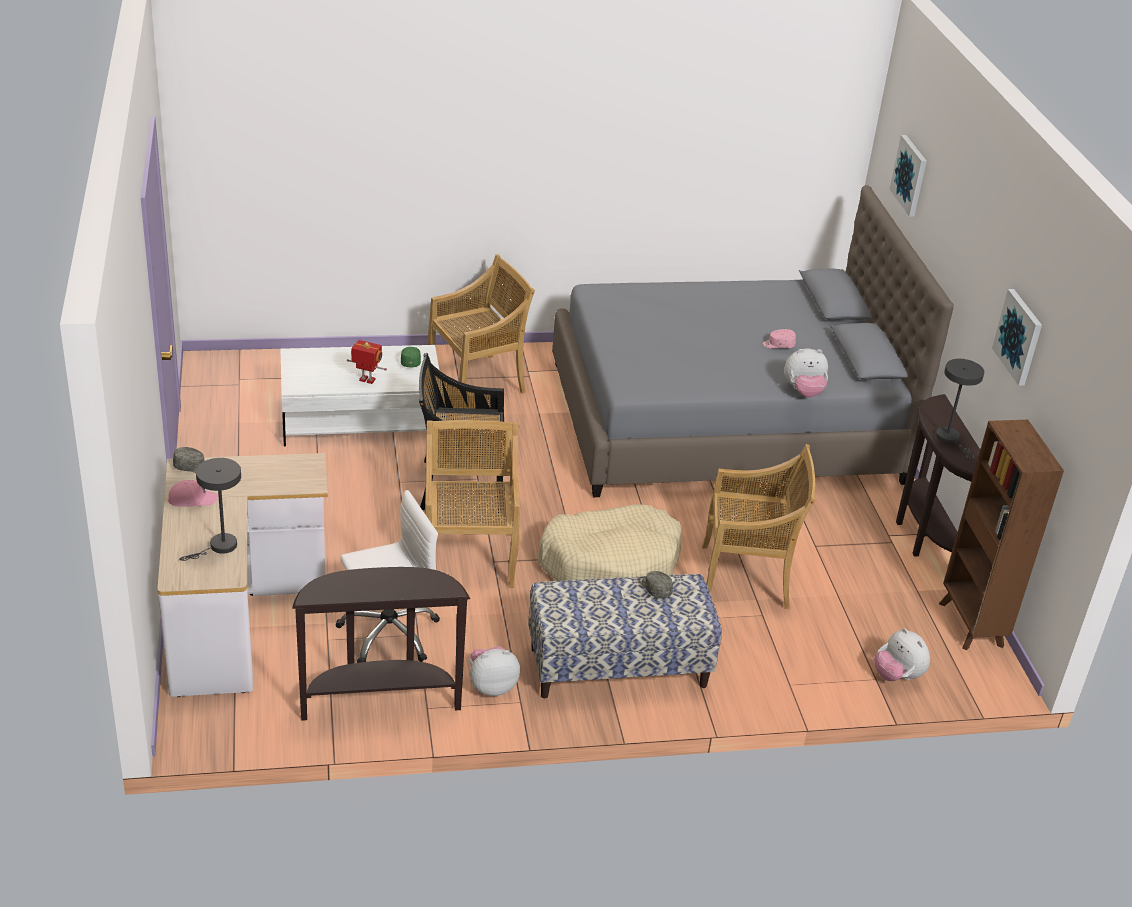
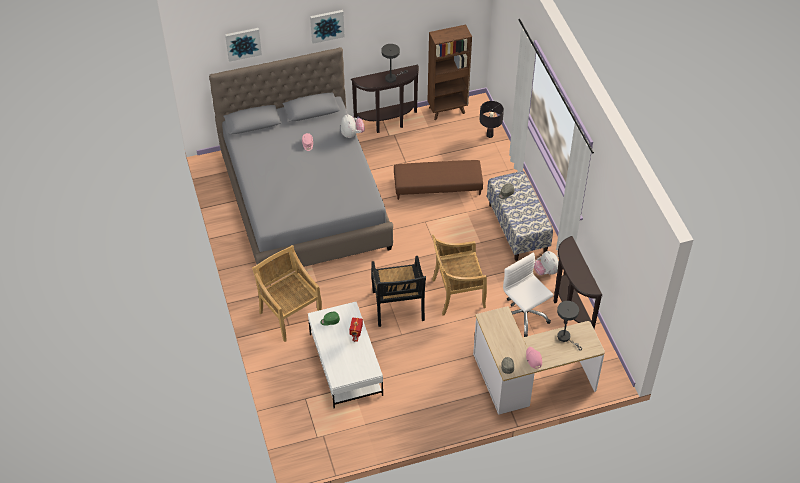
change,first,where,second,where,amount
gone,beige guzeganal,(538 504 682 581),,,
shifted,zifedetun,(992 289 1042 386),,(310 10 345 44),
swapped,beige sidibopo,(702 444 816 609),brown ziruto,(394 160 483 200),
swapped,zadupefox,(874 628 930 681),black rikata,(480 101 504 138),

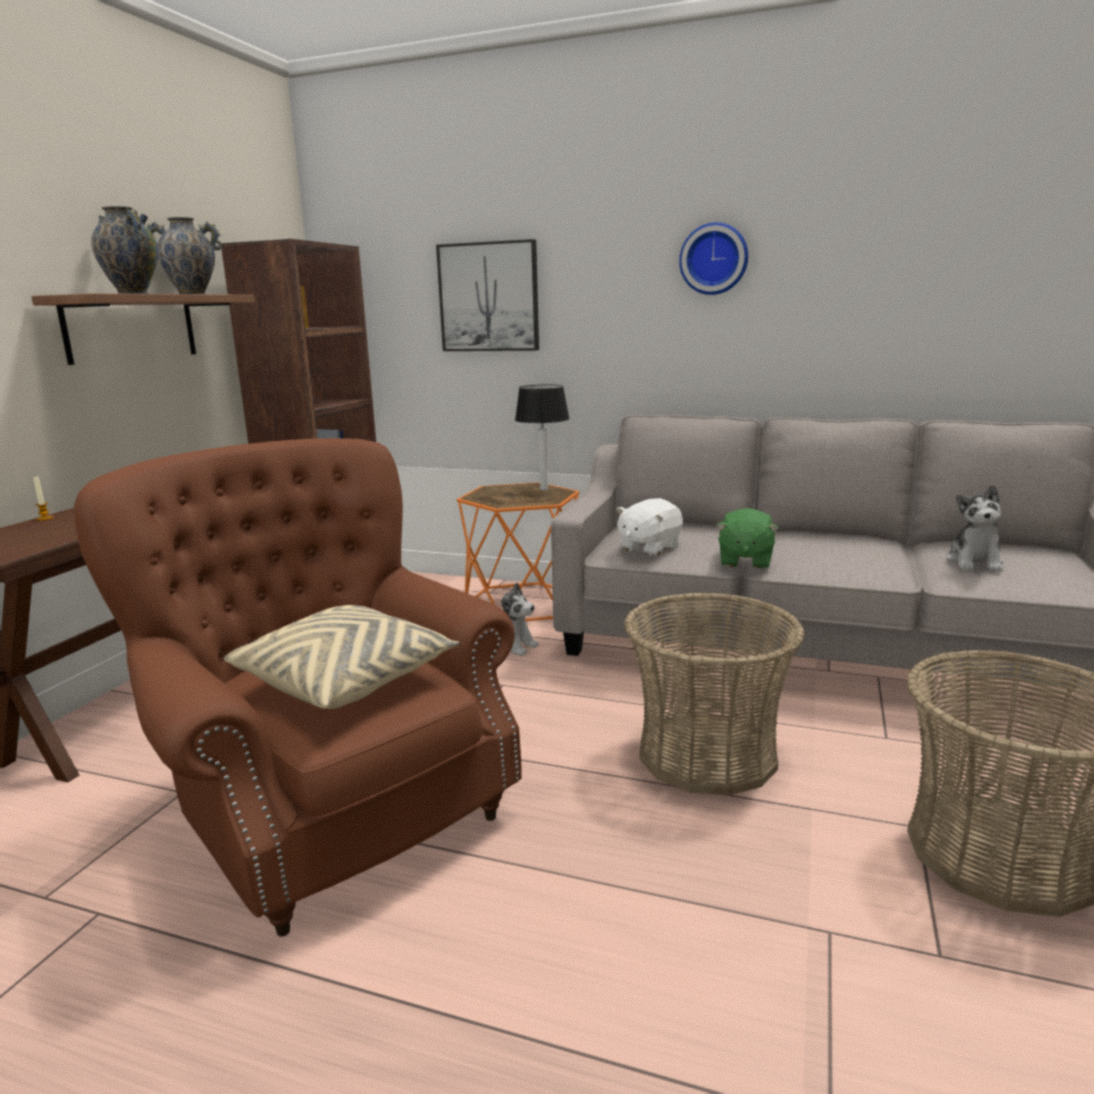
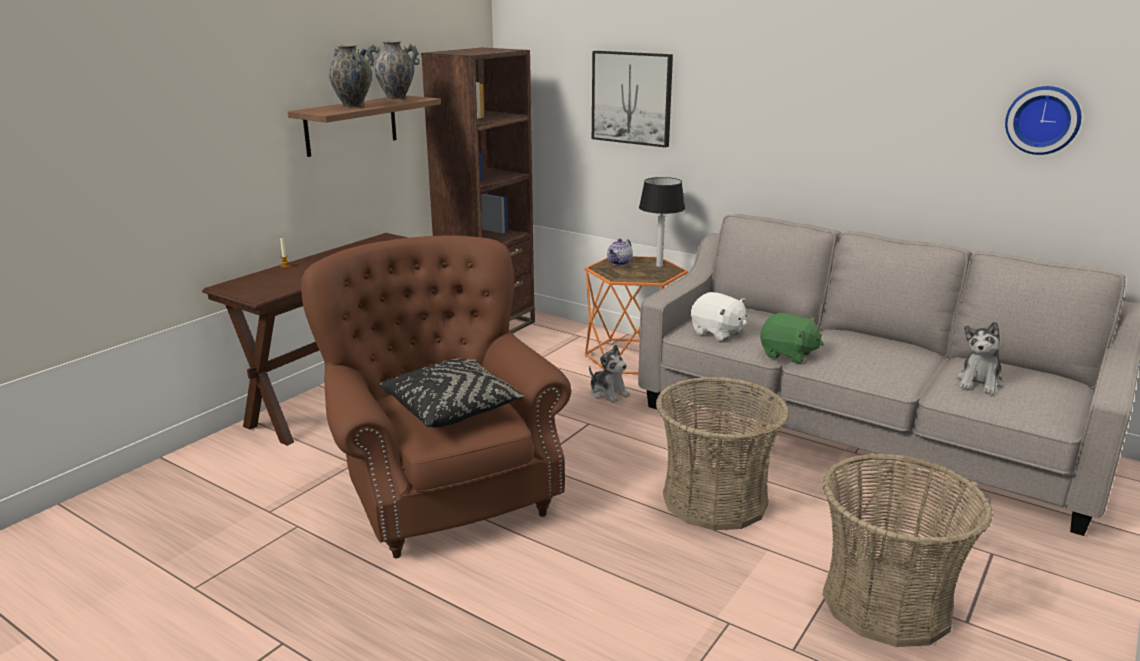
change,first,where,second,where,amount
new,,,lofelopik,(607 239 633 266),
shifted,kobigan,(679 222 748 295),,(1005 86 1081 155),
repainted,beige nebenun,(224 605 459 709),black nebenun,(380 359 525 428),
rotated,white zadupefox,(616 498 683 556),,(691 292 747 341),105 degrees counterclockwise
rotated,green zadupefox,(716 508 779 569),,(760 313 824 363),90 degrees counterclockwise

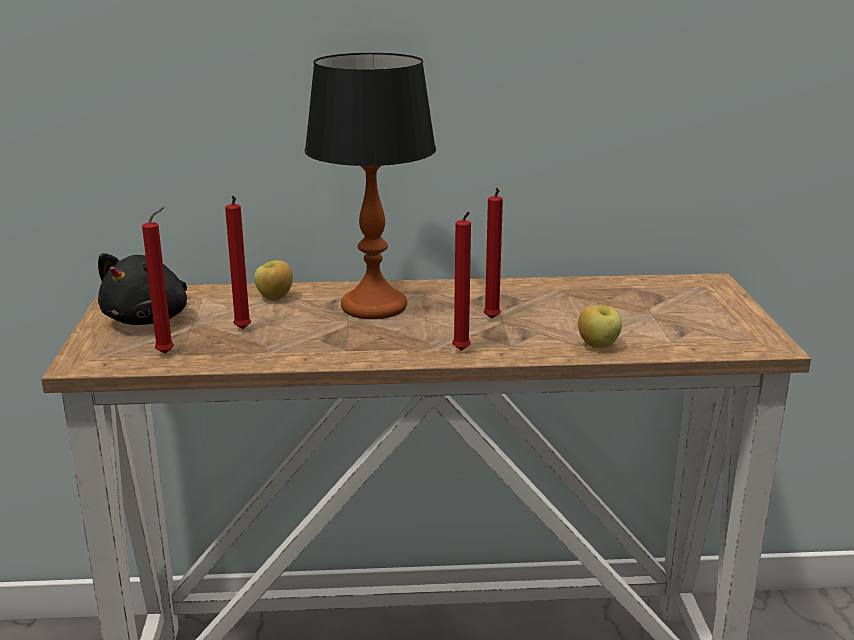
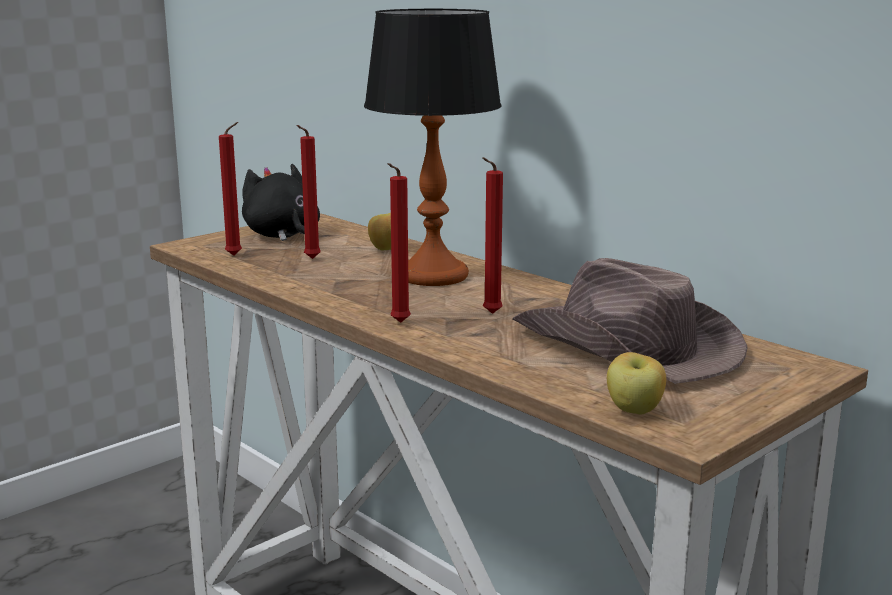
change,first,where,second,where,amount
new,,,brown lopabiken,(512 258 748 384),
shifted,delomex,(578 305 622 348),,(607 352 666 415),
rotated,black zadupefox,(98 253 187 325),,(242 164 320 241),75 degrees clockwise

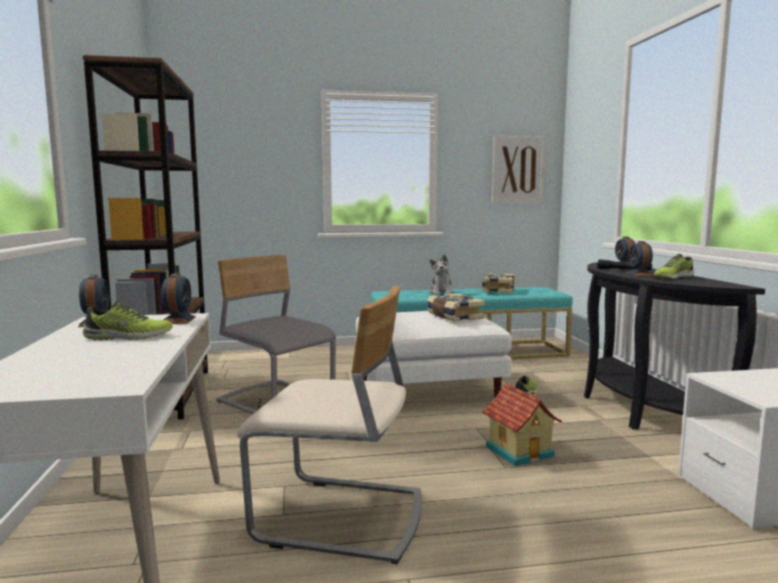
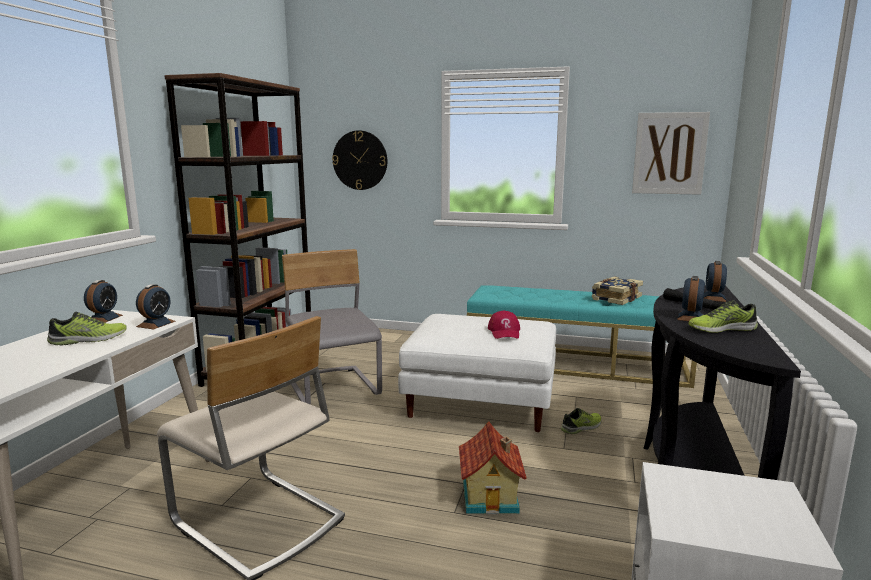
change,first,where,second,where,amount
gone,zadupefox,(429 254 454 295),,,
new,,,kobigan,(332 130 387 190),
swapped,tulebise,(427 293 485 322),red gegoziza,(488 311 520 339),
rotated,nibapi,(83 301 173 340),,(47 312 127 345),45 degrees counterclockwise

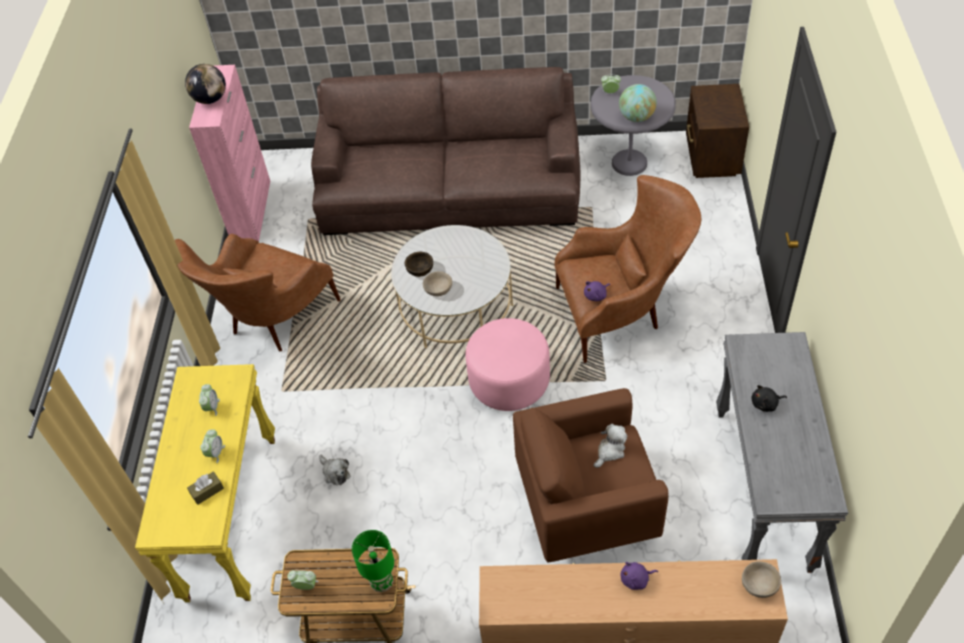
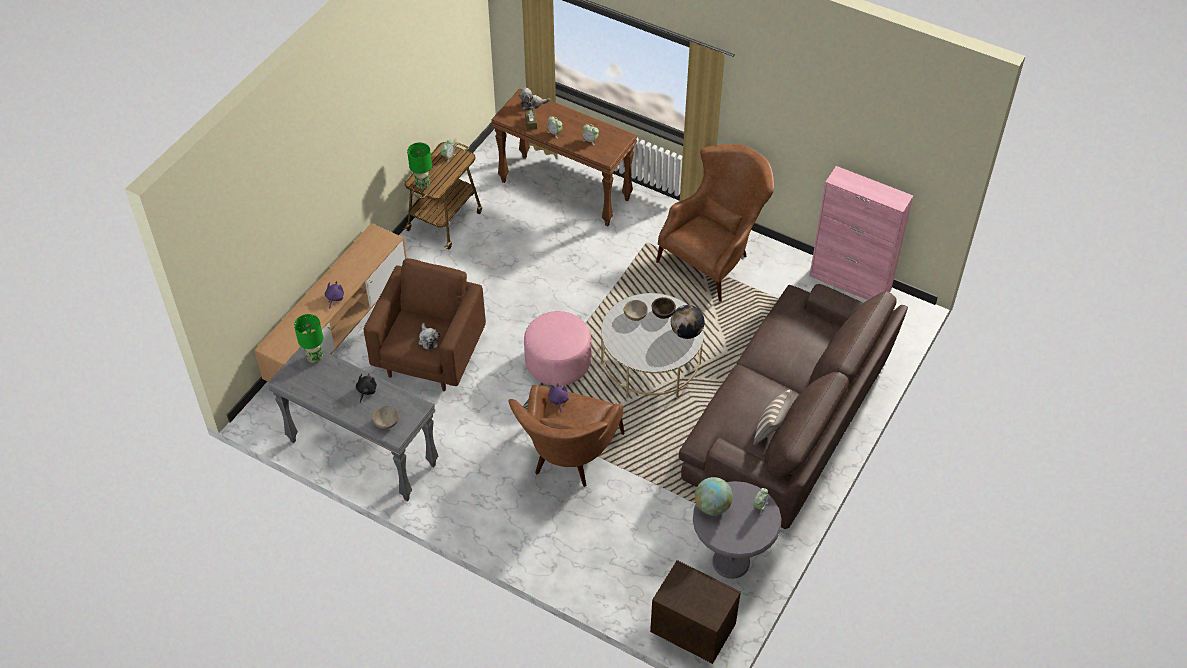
change,first,where,second,where,amount
new,,,green rikata,(294 314 323 363),
new,,,nebenun,(753 389 792 445),
shifted,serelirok,(185 64 226 104),,(671 305 705 339),
shifted,zadupefox,(319 455 350 485),,(519 88 550 111),
shifted,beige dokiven,(742 561 781 598),,(372 405 399 429),
repainted,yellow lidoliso,(135 364 275 602),brown lidoliso,(491 88 637 227),
rotated,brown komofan,(175 234 341 352),,(656 144 774 302),75 degrees clockwise

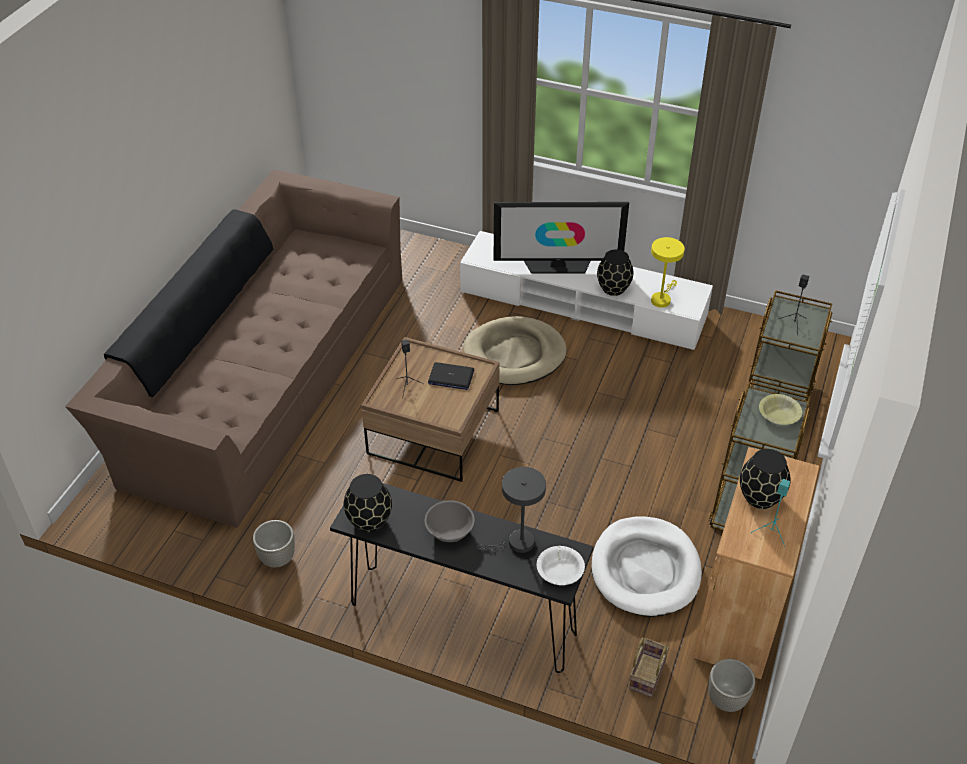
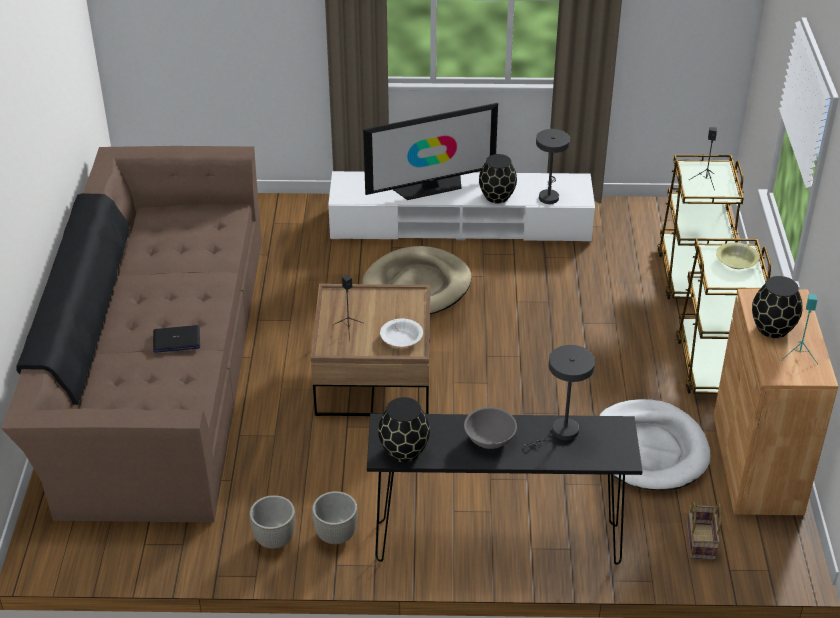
change,first,where,second,where,amount
shifted,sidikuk,(428 362 474 390),,(153 325 200 353),
shifted,white dokiven,(537 546 585 585),,(380 319 423 347),
shifted,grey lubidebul,(708 659 755 712),,(312 491 358 544),
repainted,yellow rikata,(651 237 685 308),grey rikata,(536 129 570 204),

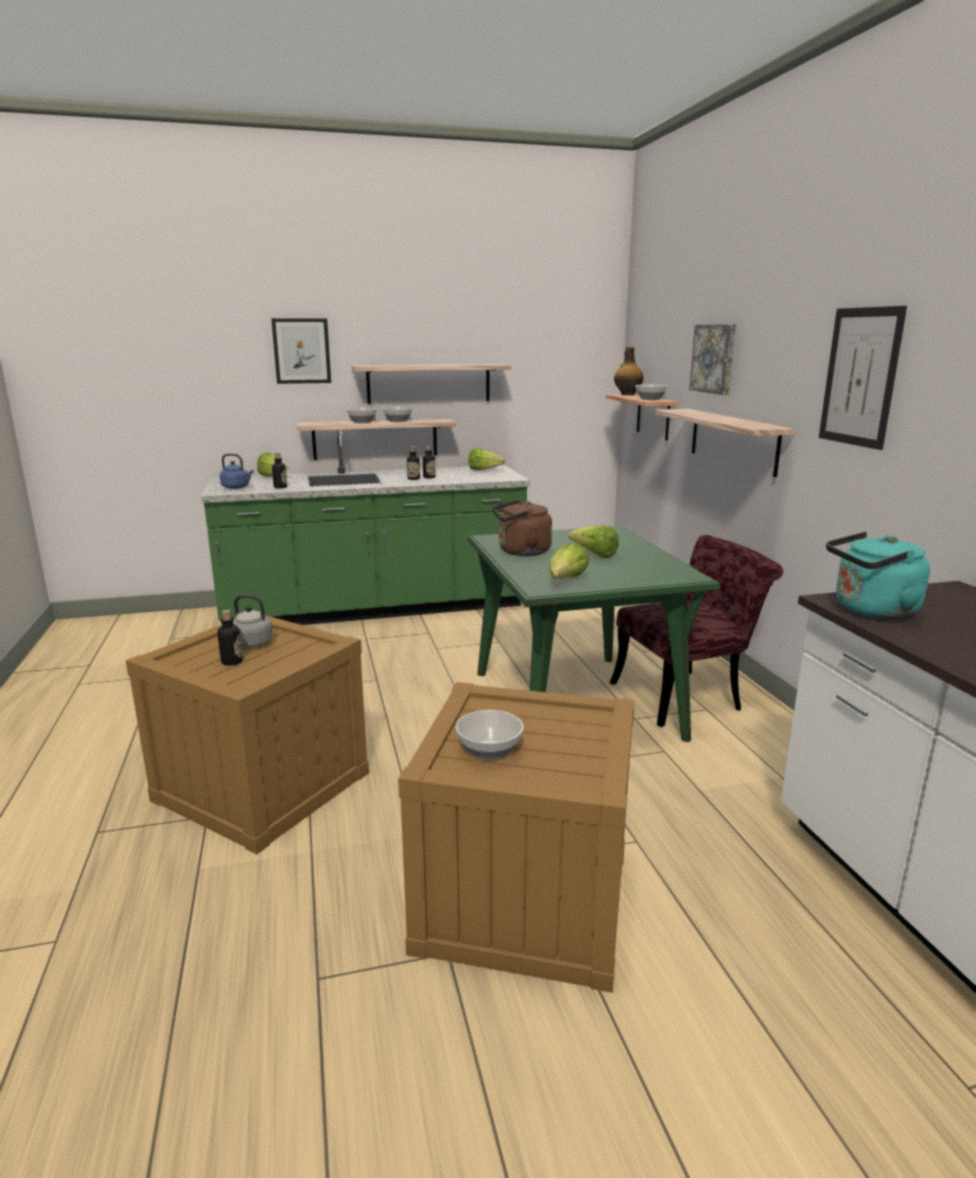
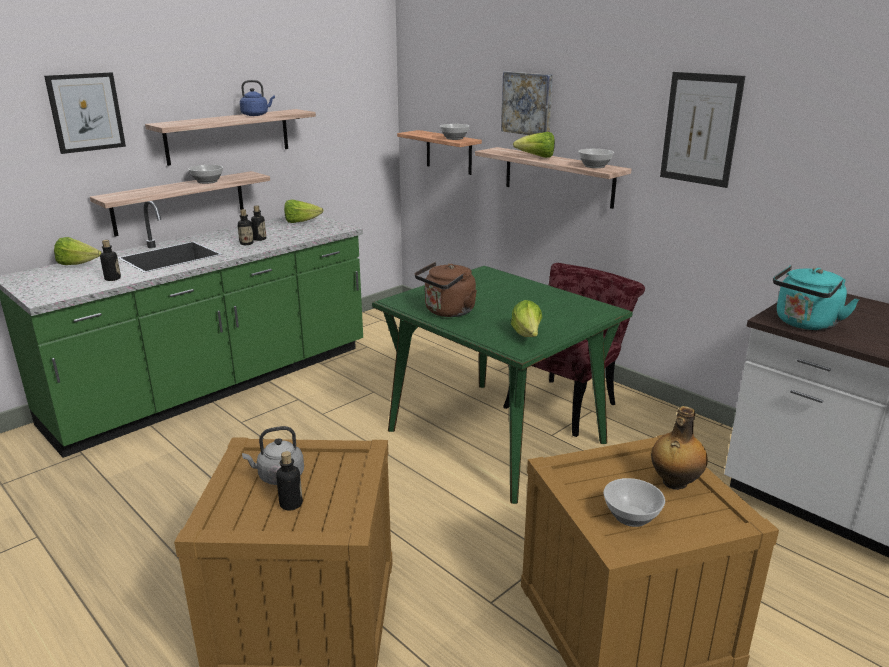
change,first,where,second,where,amount
shifted,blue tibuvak,(220 453 254 489),,(240 80 275 116),
shifted,dokiven,(346 408 377 423),,(578 149 614 168),
shifted,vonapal,(568 525 618 558),,(513 132 555 158),
shifted,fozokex,(614 347 644 395),,(651 406 708 490),

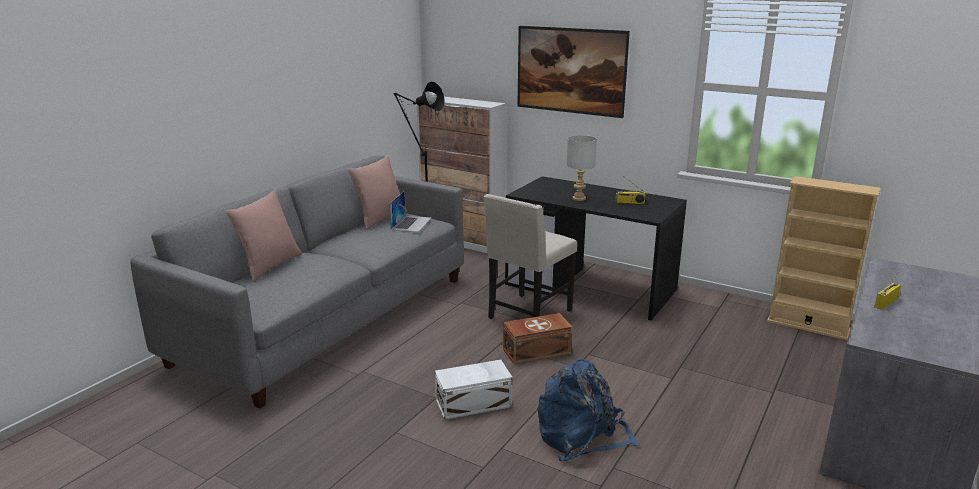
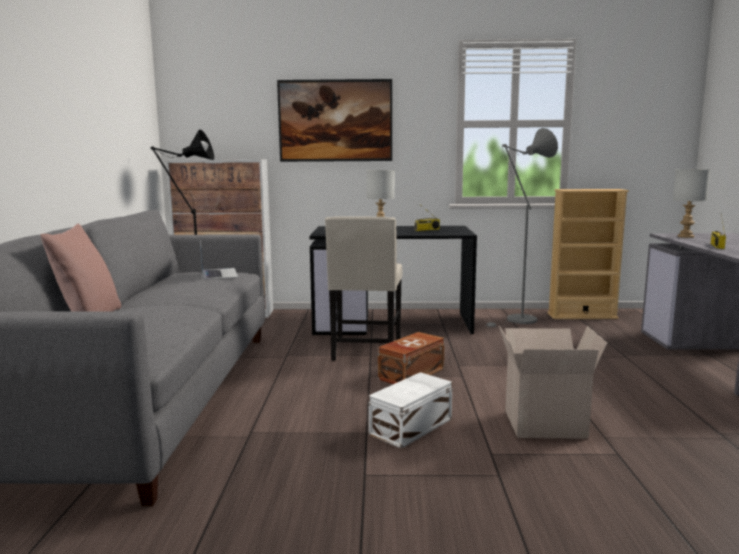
change,first,where,second,where,amount
gone,pink nebenun,(348 156 407 230),,,
new,,,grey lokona,(486 128 558 328),
new,,,grey rikata,(673 169 711 238),
swapped,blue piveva,(537 359 639 461),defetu,(499 326 607 439),

